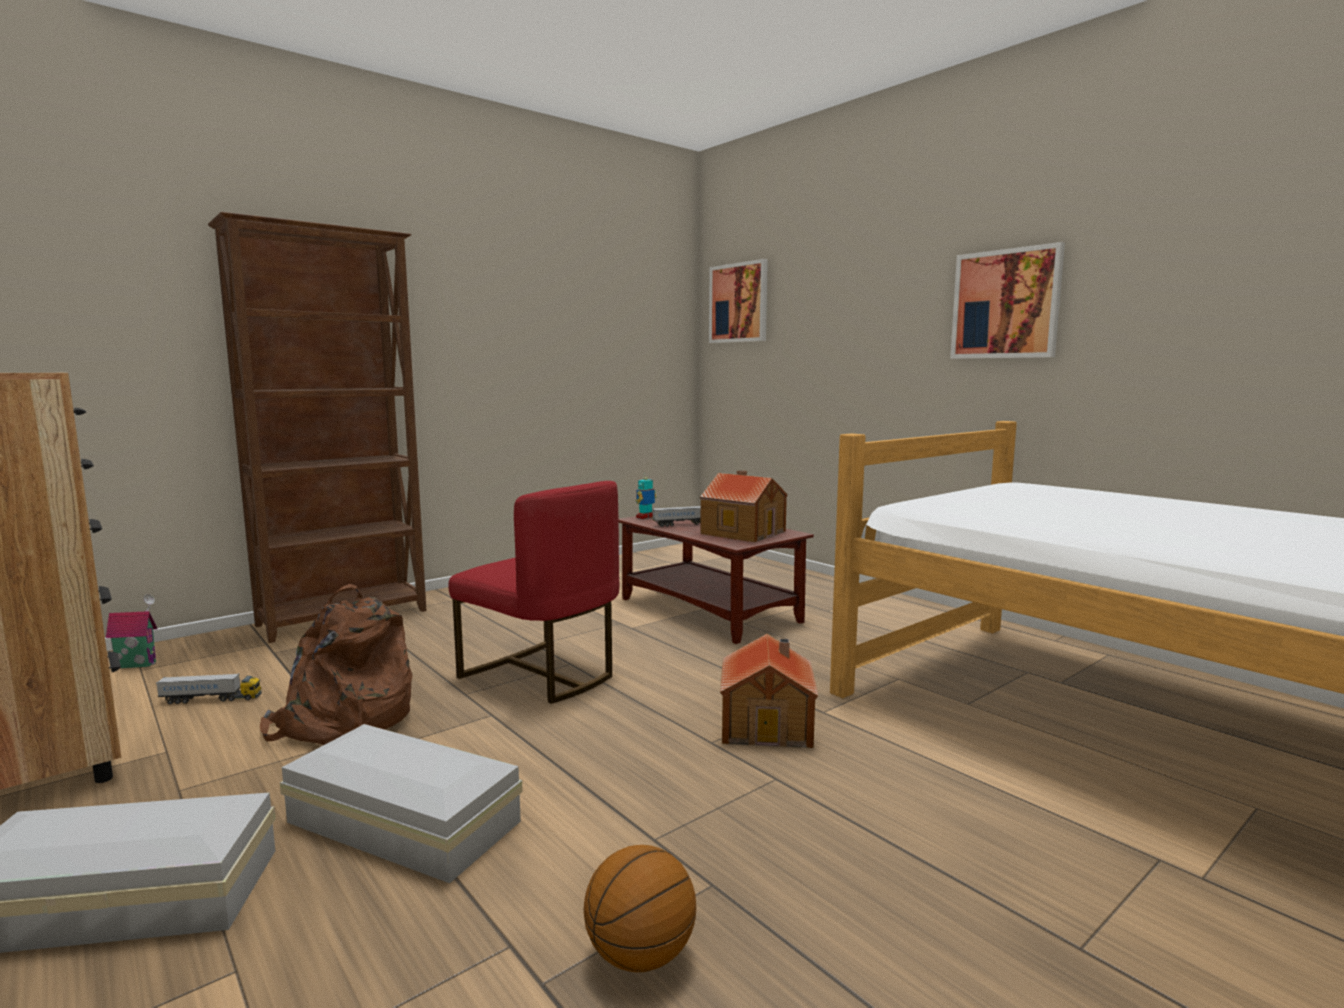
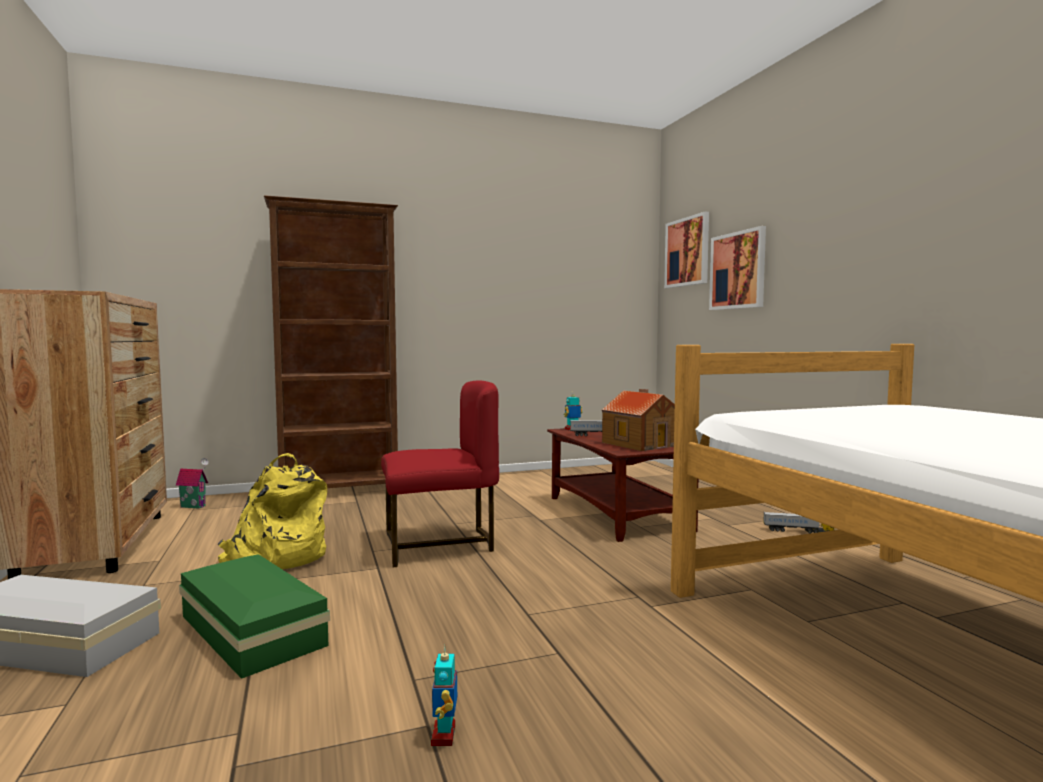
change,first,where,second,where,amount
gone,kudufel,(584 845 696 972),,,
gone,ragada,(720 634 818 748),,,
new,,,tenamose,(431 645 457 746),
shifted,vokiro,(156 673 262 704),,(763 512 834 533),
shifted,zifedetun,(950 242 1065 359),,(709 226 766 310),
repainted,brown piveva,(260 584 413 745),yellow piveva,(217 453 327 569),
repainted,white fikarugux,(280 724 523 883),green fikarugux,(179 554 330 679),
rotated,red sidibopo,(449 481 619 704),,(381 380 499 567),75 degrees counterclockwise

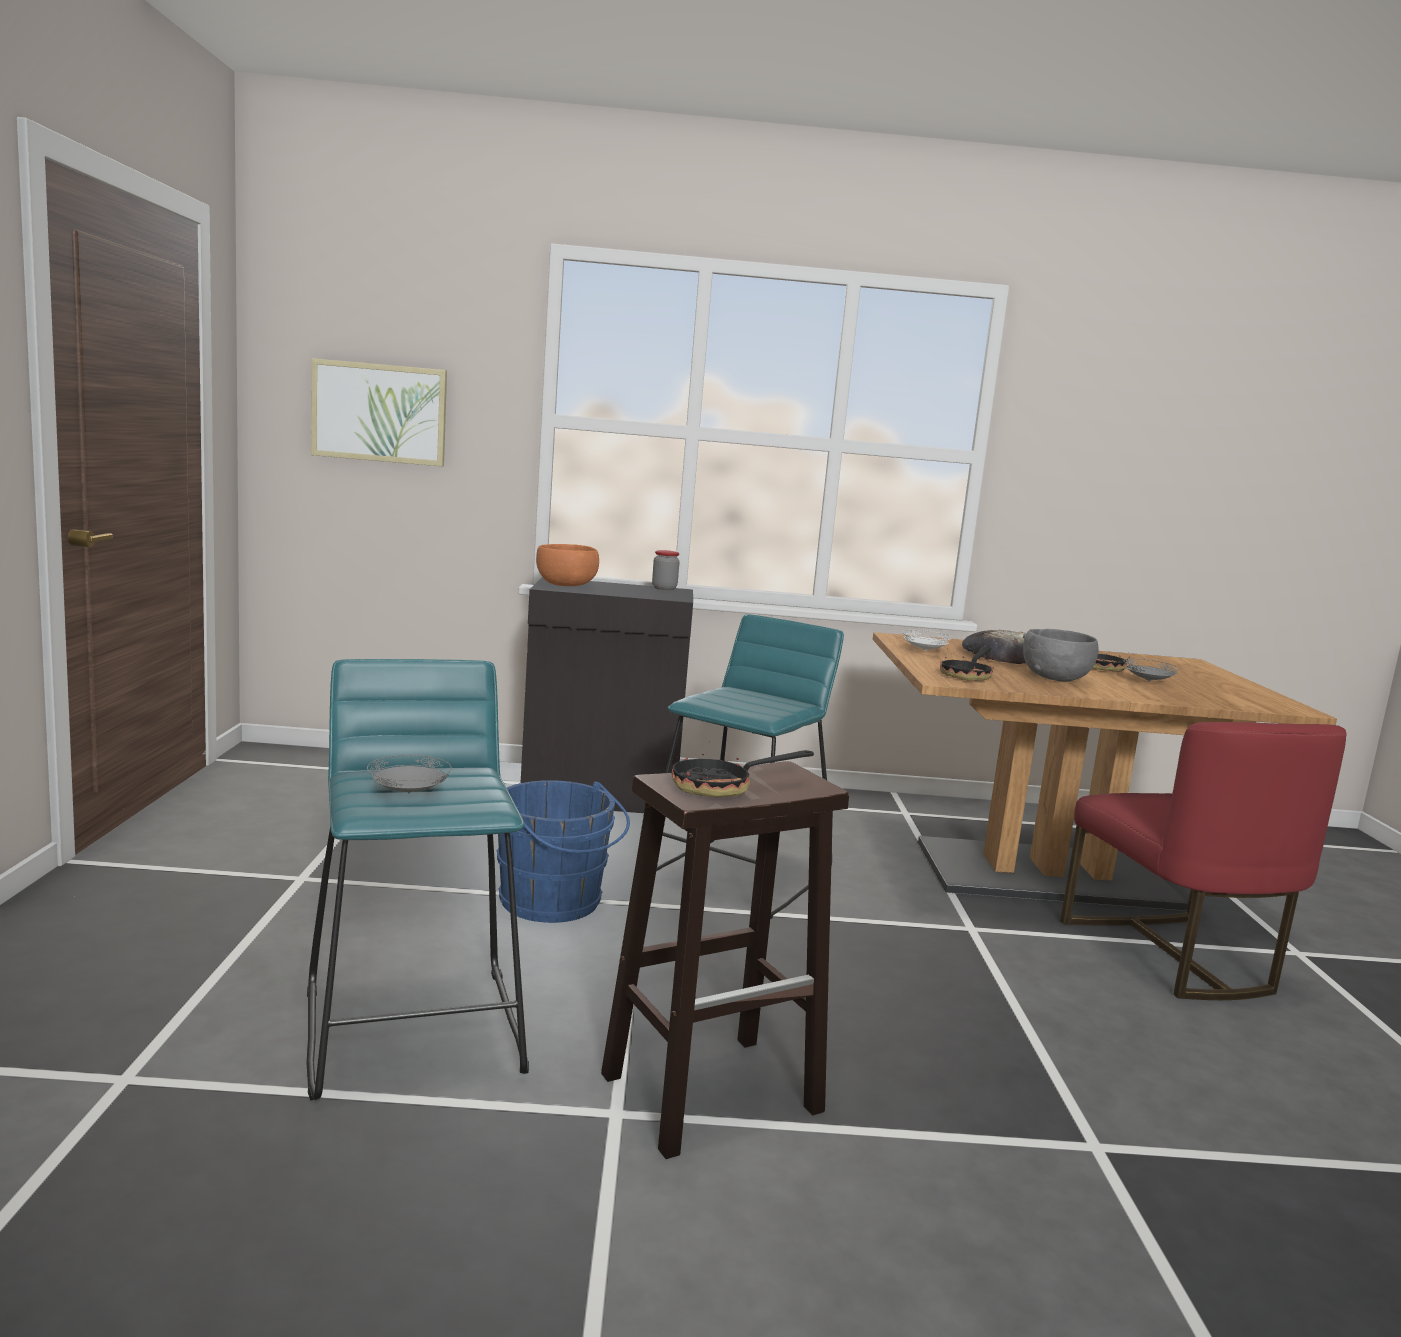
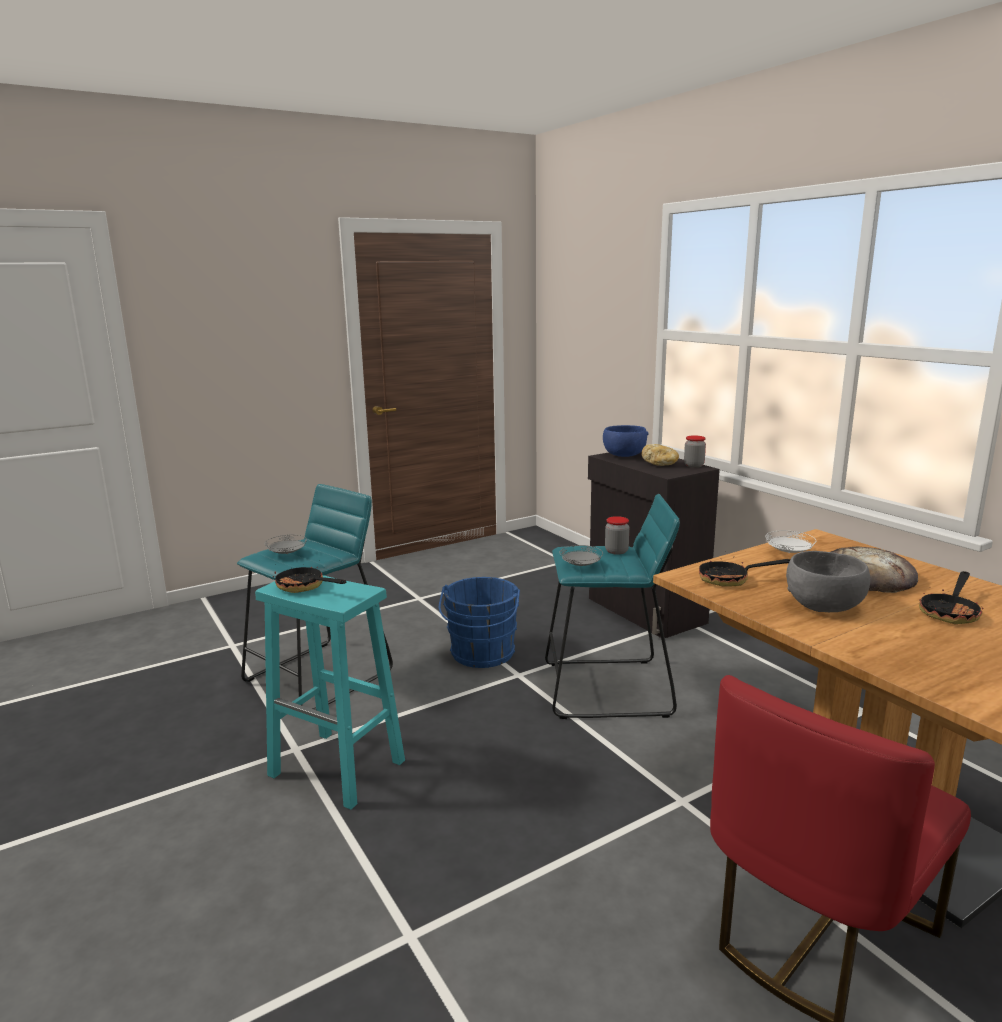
change,first,where,second,where,amount
gone,zifedetun,(311 358 447 466),,,
new,,,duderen,(605 516 629 555),
new,,,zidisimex,(642 444 679 466),
shifted,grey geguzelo,(1123 659 1180 682),,(559 545 603 566),
repainted,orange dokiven,(536 544 599 586),blue dokiven,(603 425 649 457),
repainted,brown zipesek,(601 761 849 1159),turquoise zipesek,(255 575 405 810),

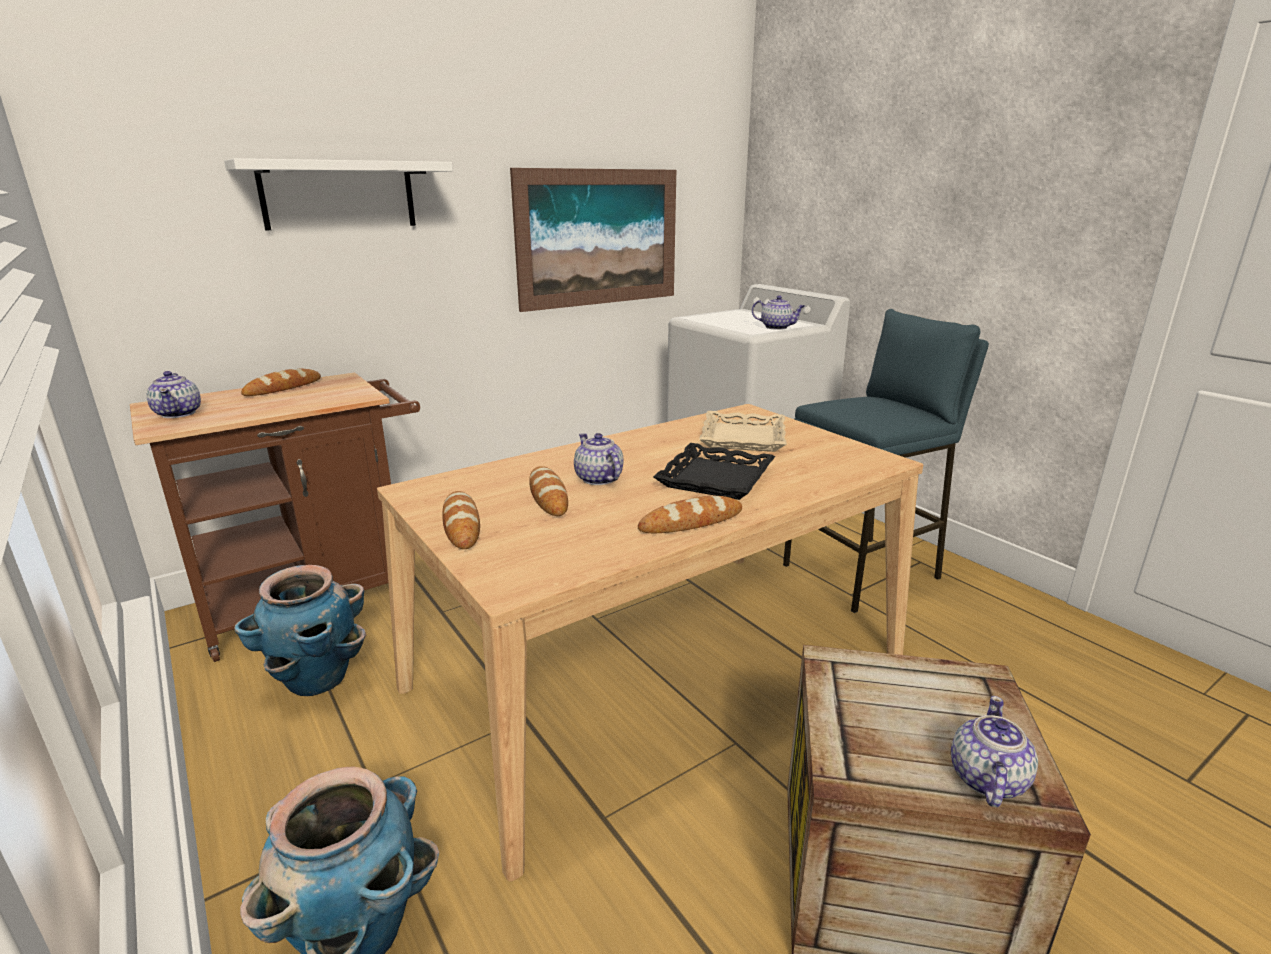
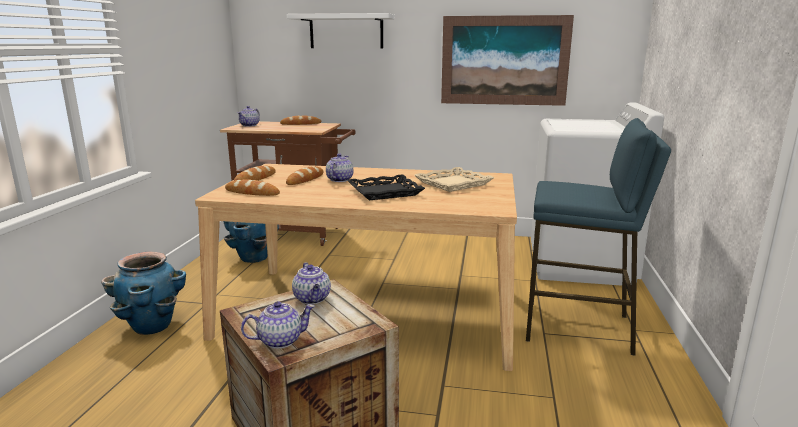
change,first,where,second,where,amount
shifted,zidisimex,(638 496 742 533),,(225 179 280 196),
shifted,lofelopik,(752 295 805 330),,(292 262 331 304),

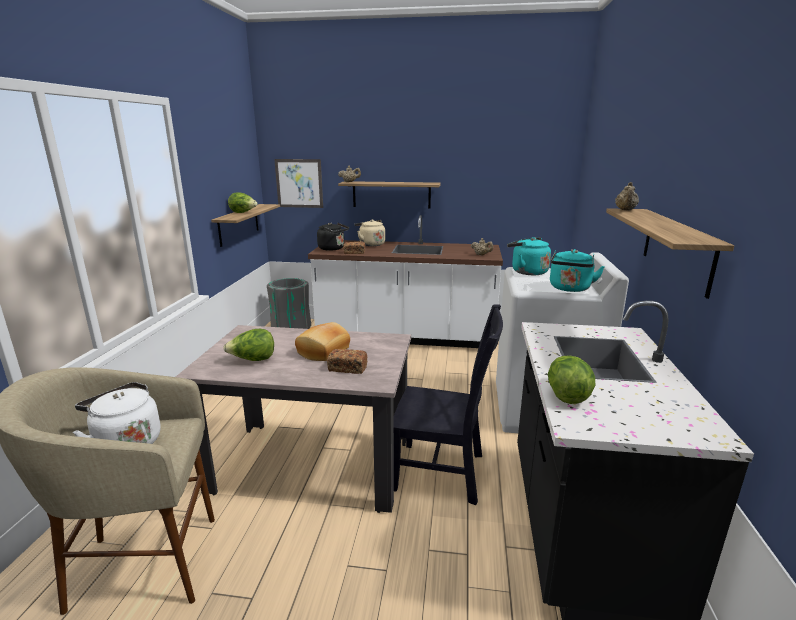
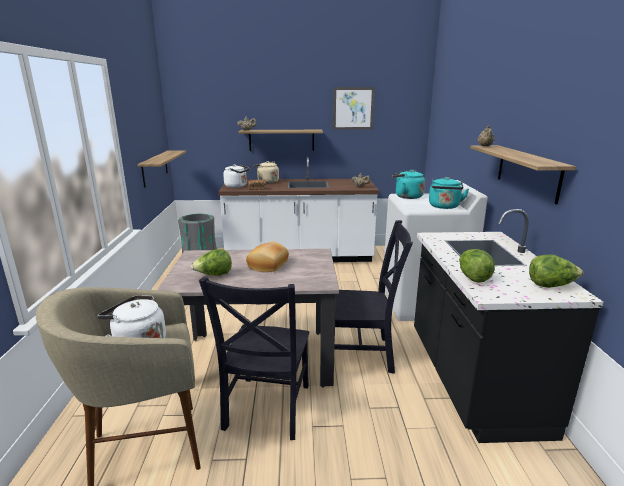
change,first,where,second,where,amount
gone,zidisimex,(327 349 367 374),,,
new,,,black sidibopo,(199 277 309 440),
shifted,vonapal,(228 192 258 213),,(529 254 584 288),
shifted,zifedetun,(274 159 323 208),,(333 87 375 130),
repainted,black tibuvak,(317 223 349 251),white tibuvak,(223 165 250 188),

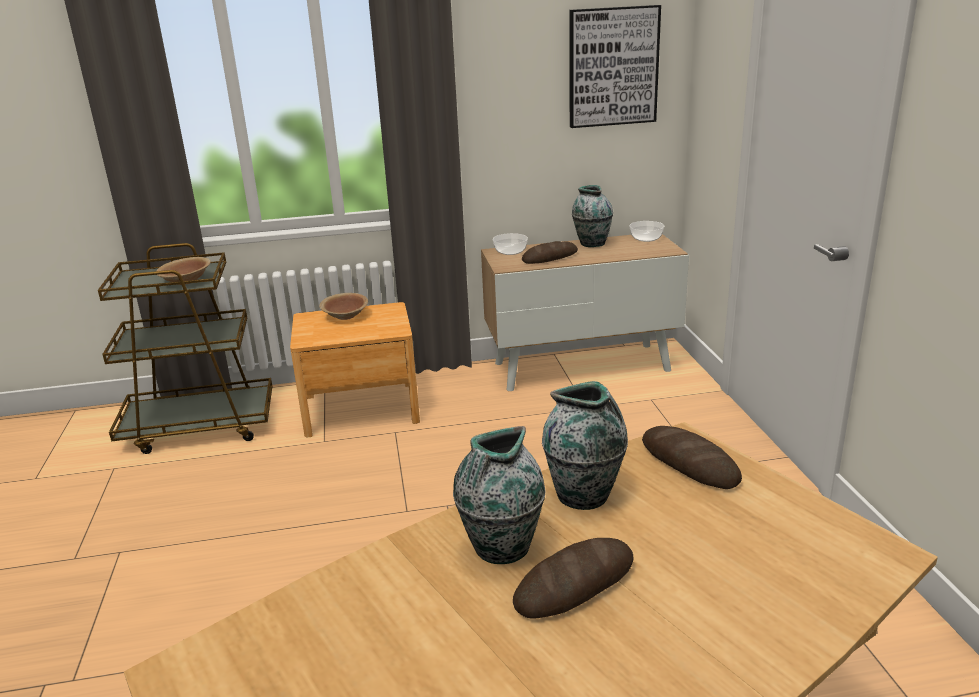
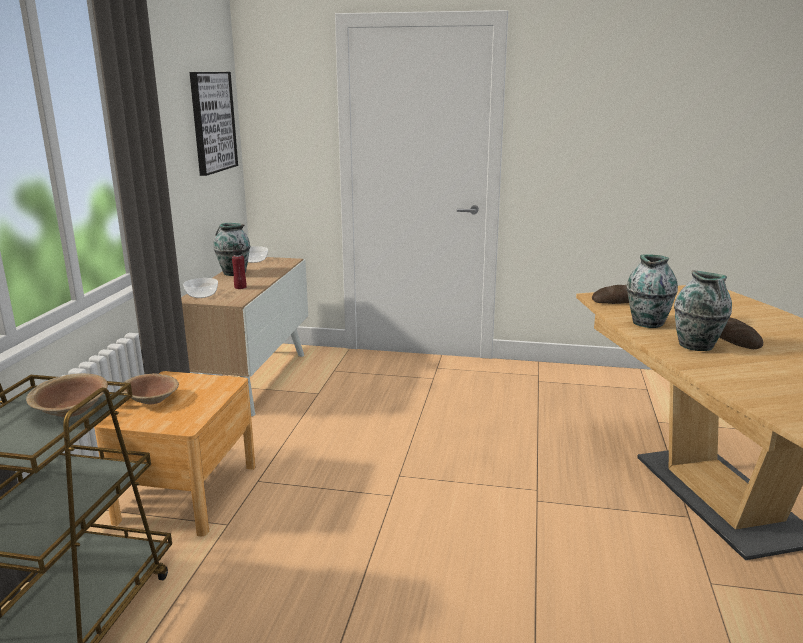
change,first,where,second,where,amount
swapped,zidisimex,(522 241 578 264),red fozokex,(232 244 247 289),

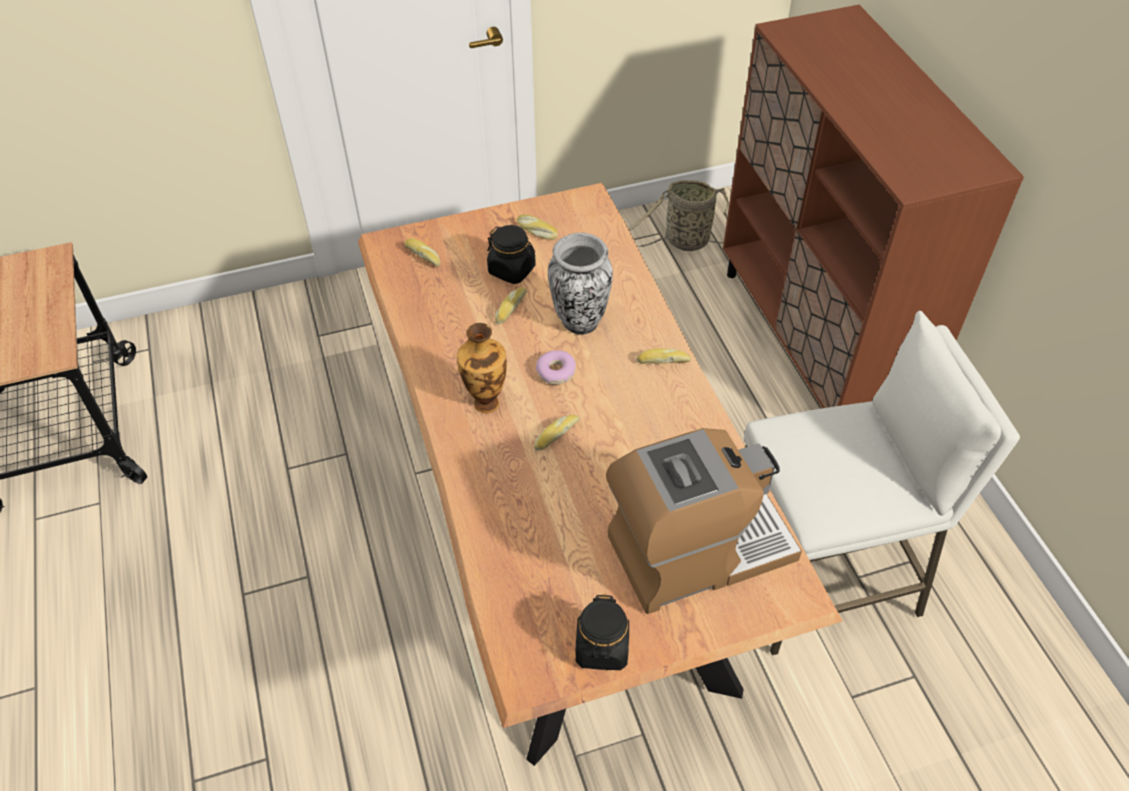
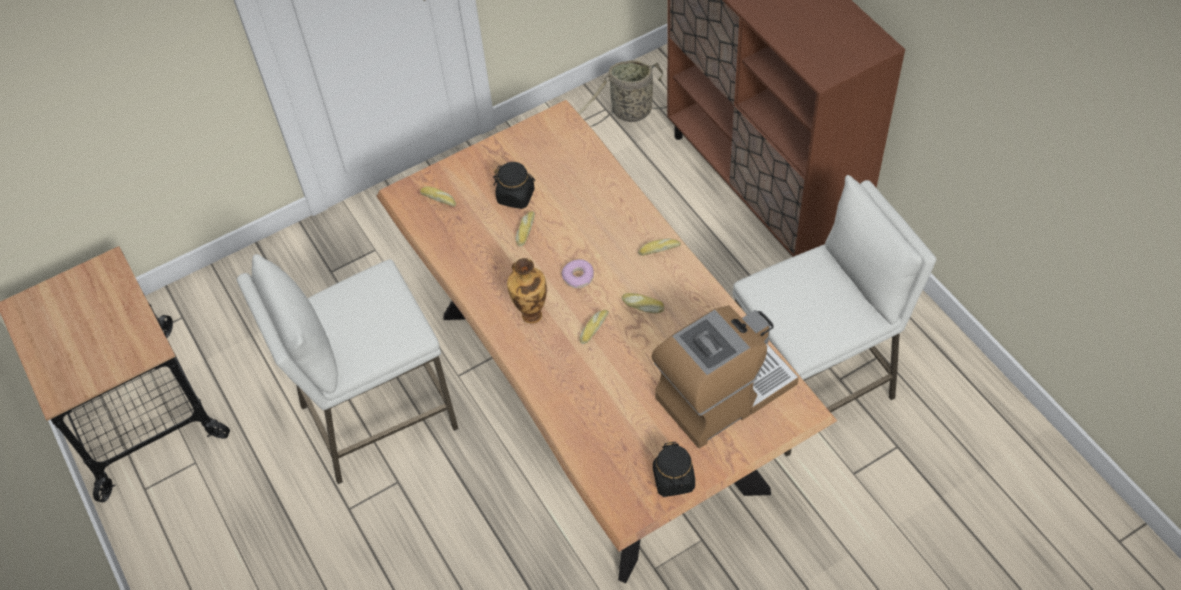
change,first,where,second,where,amount
gone,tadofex,(548 233 613 335),,,
new,,,white zipesek,(237 254 459 484),
shifted,zidisimex,(517 214 558 240),,(622 293 664 313),

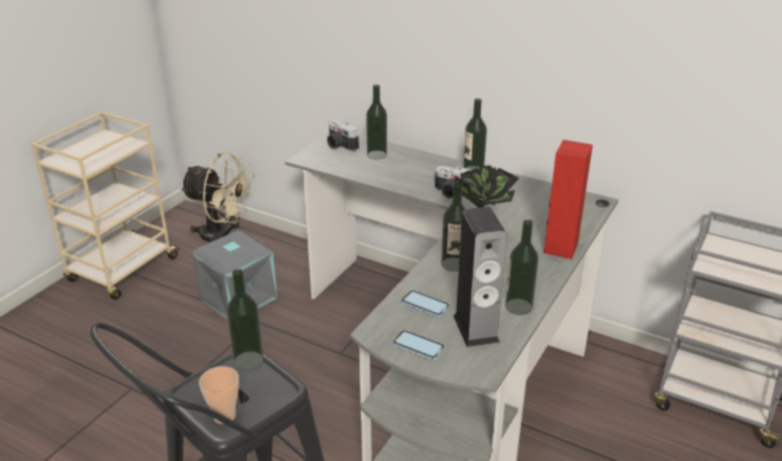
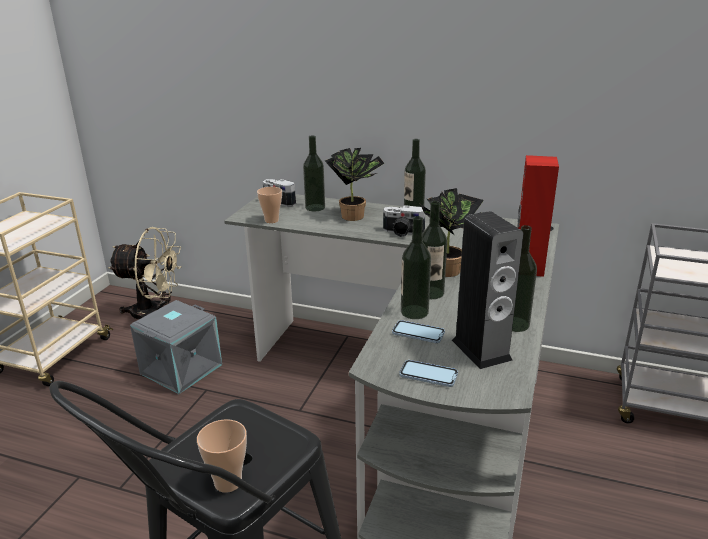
change,first,where,second,where,amount
new,,,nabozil,(257 187 282 223),
new,,,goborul,(325 148 384 221),
shifted,fozokex,(227 269 264 371),,(401 216 431 319),

